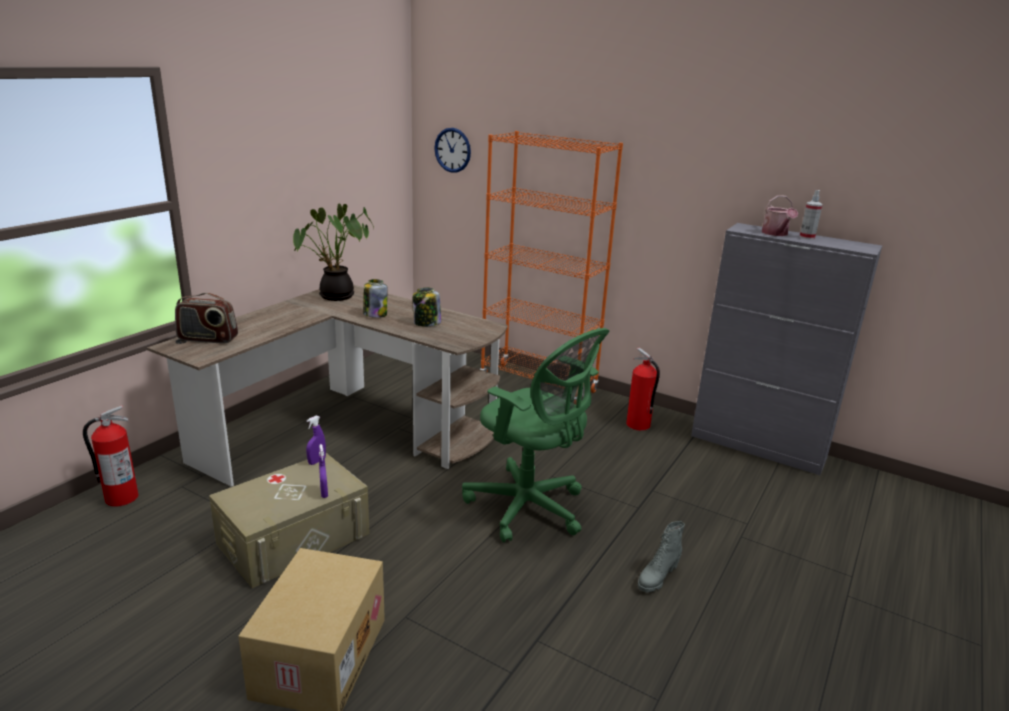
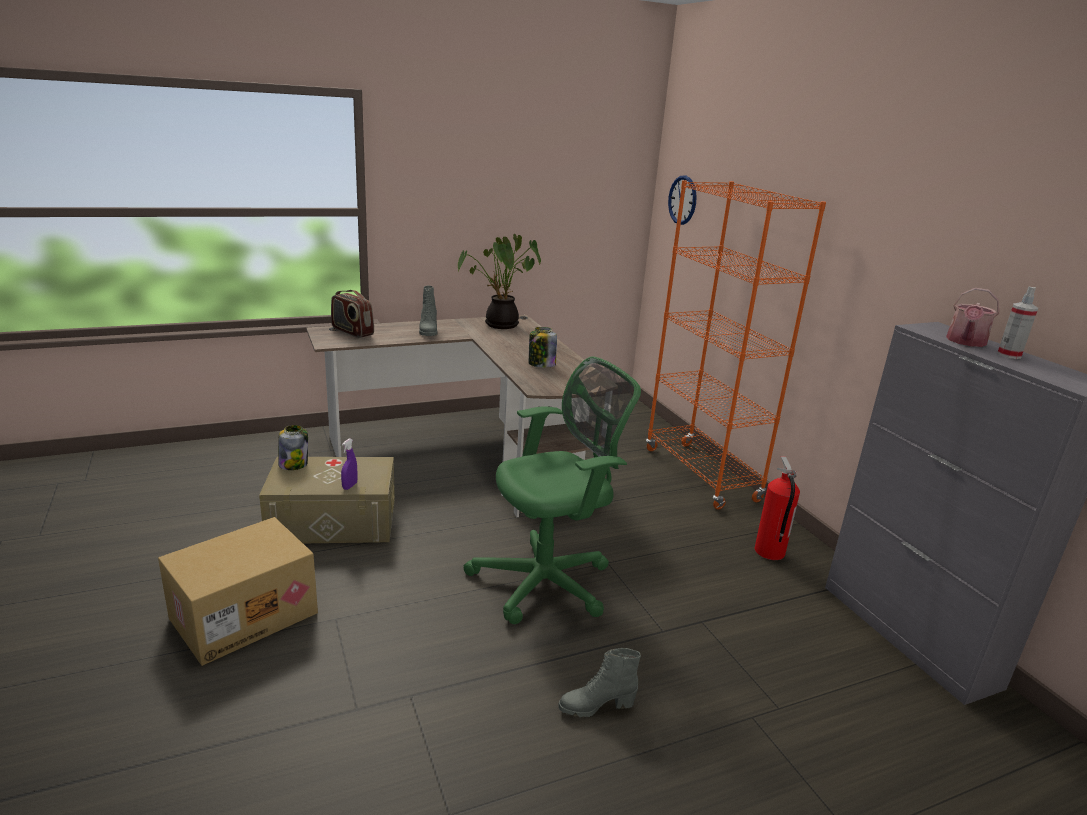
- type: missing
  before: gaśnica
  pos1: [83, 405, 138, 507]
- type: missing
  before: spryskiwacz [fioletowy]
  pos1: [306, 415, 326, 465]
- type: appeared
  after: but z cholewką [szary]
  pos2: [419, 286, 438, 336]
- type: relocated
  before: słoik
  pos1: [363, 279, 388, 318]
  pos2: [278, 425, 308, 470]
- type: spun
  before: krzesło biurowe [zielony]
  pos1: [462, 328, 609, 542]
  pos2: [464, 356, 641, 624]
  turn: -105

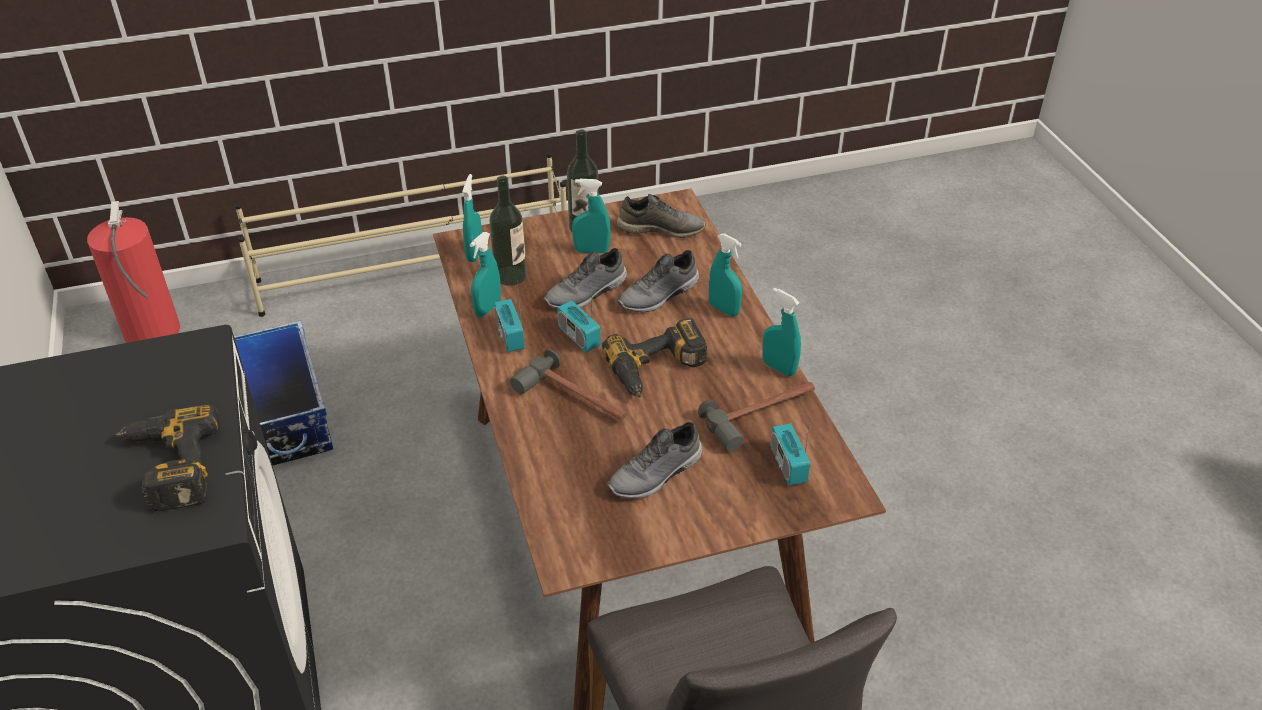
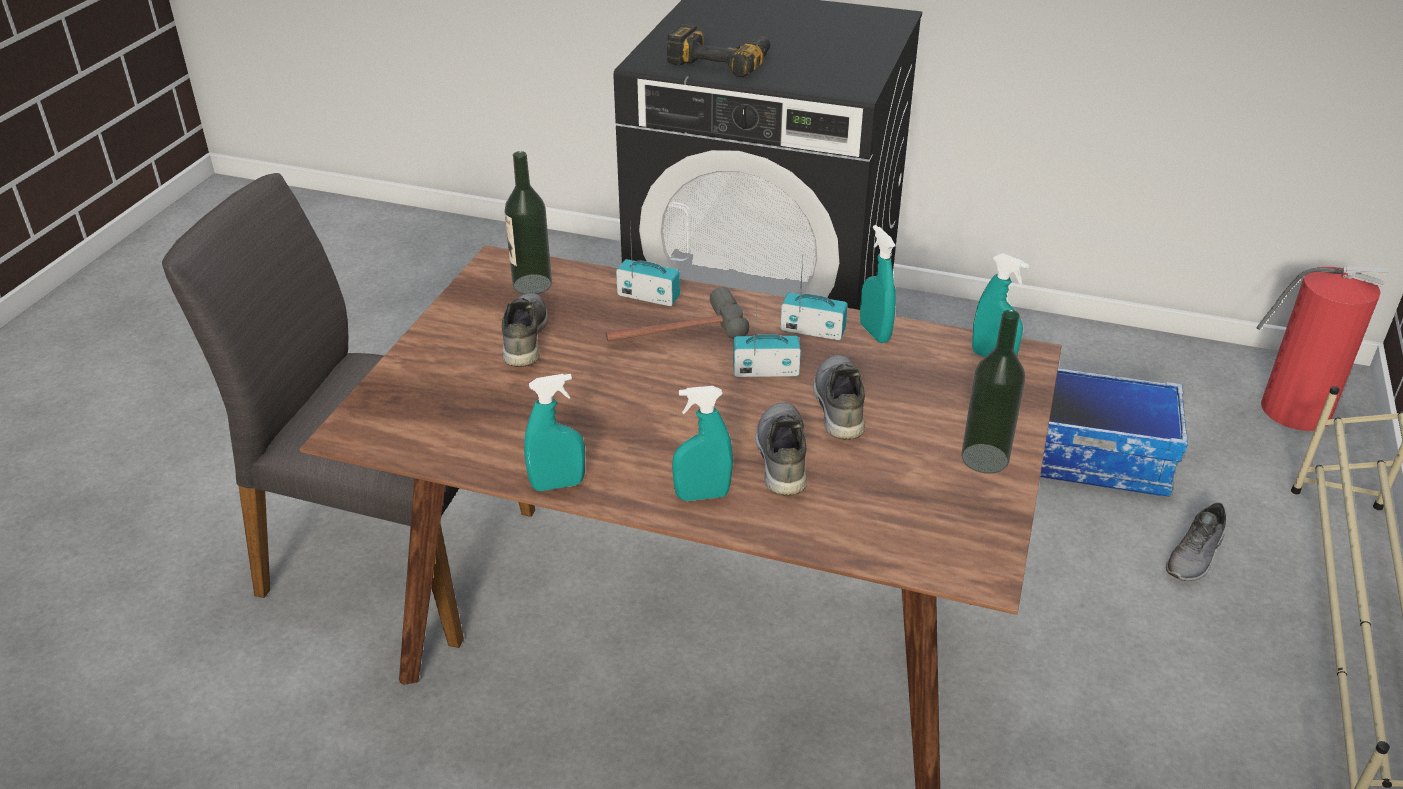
- type: missing
  before: spryskiwacz [turkusowy]
  pos1: [572, 179, 610, 253]
- type: missing
  before: wiertarka
  pos1: [602, 318, 707, 398]
- type: missing
  before: młotek
  pos1: [698, 382, 815, 452]
- type: relocated
  before: butelka
  pos1: [489, 176, 527, 286]
  pos2: [505, 151, 552, 294]
- type: relocated
  before: but [szary]
  pos1: [617, 194, 706, 238]
  pos2: [1166, 503, 1226, 581]
- type: relocated
  before: radio
  pos1: [771, 415, 811, 486]
  pos2: [616, 224, 680, 306]

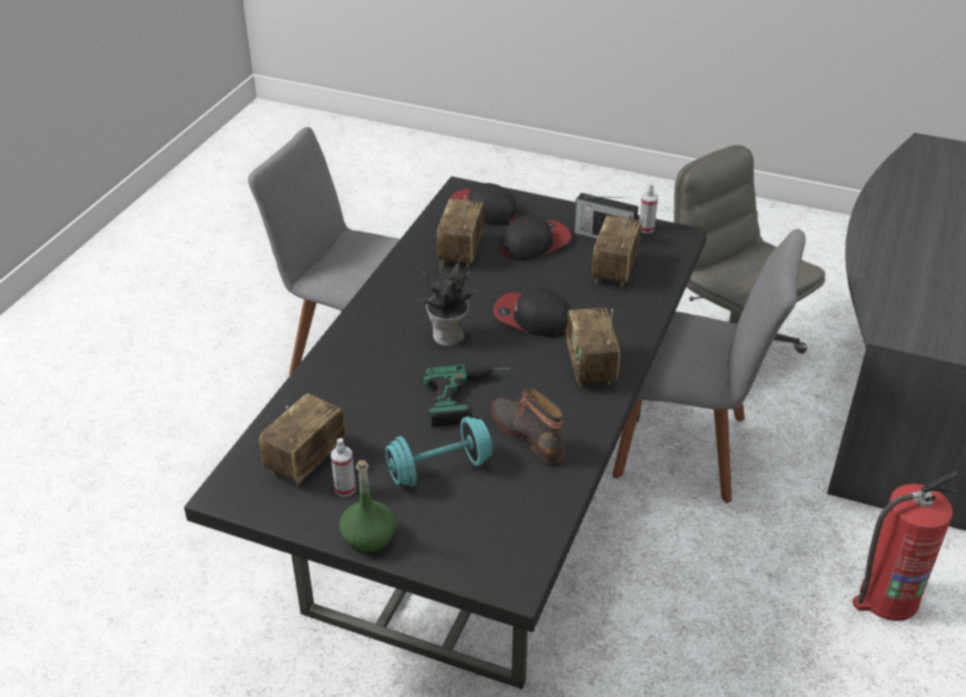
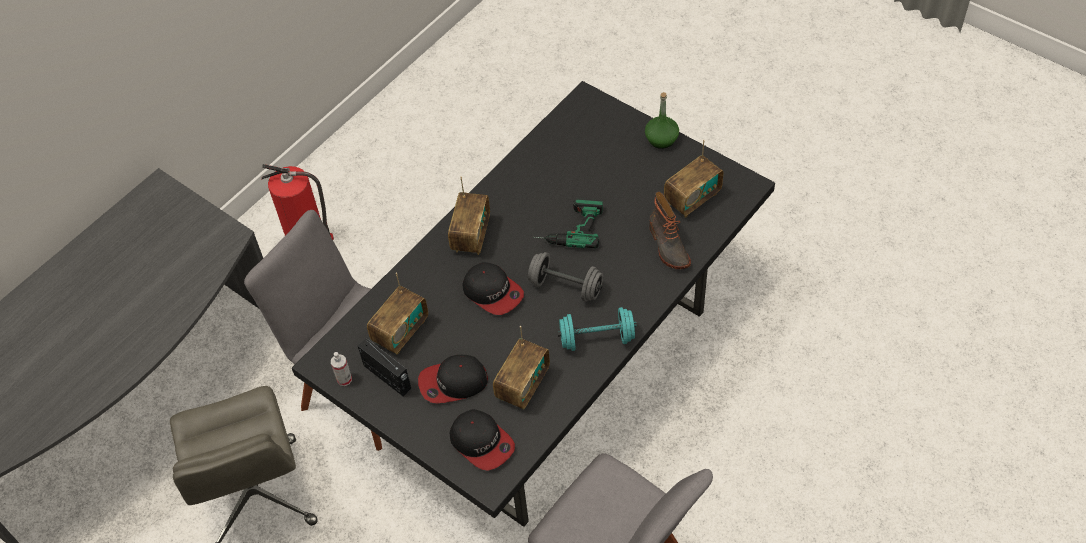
- type: missing
  before: spryskiwacz
  pos1: [331, 438, 356, 497]
- type: relocated
  before: hantel [turkusowy]
  pos1: [385, 417, 492, 487]
  pos2: [557, 307, 637, 351]
- type: relocated
  before: but z cholewką
  pos1: [491, 388, 565, 466]
  pos2: [649, 191, 691, 269]
- type: exchanged
  before: roślina doniczkowa
  after: hantel [szary]
  pos1: [416, 259, 479, 346]
  pos2: [528, 252, 603, 302]

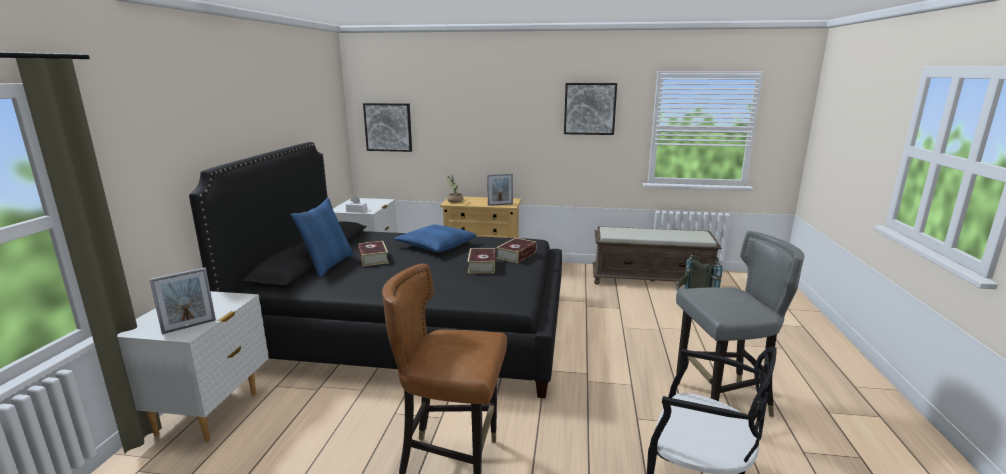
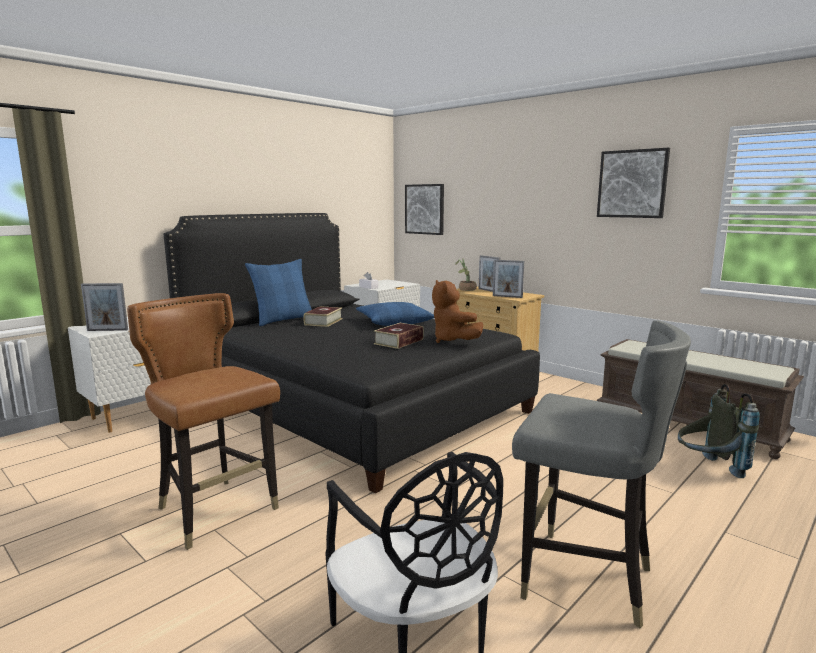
- type: appeared
  after: ramka na zdjęcie
  pos2: [479, 255, 501, 292]
- type: exchanged
  before: książka
  after: pluszak [brązowy]
  pos1: [496, 238, 536, 263]
  pos2: [432, 280, 483, 343]

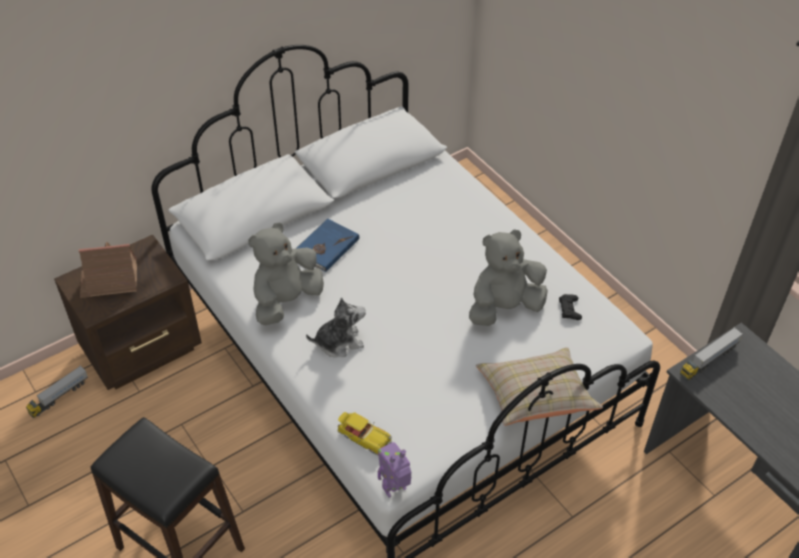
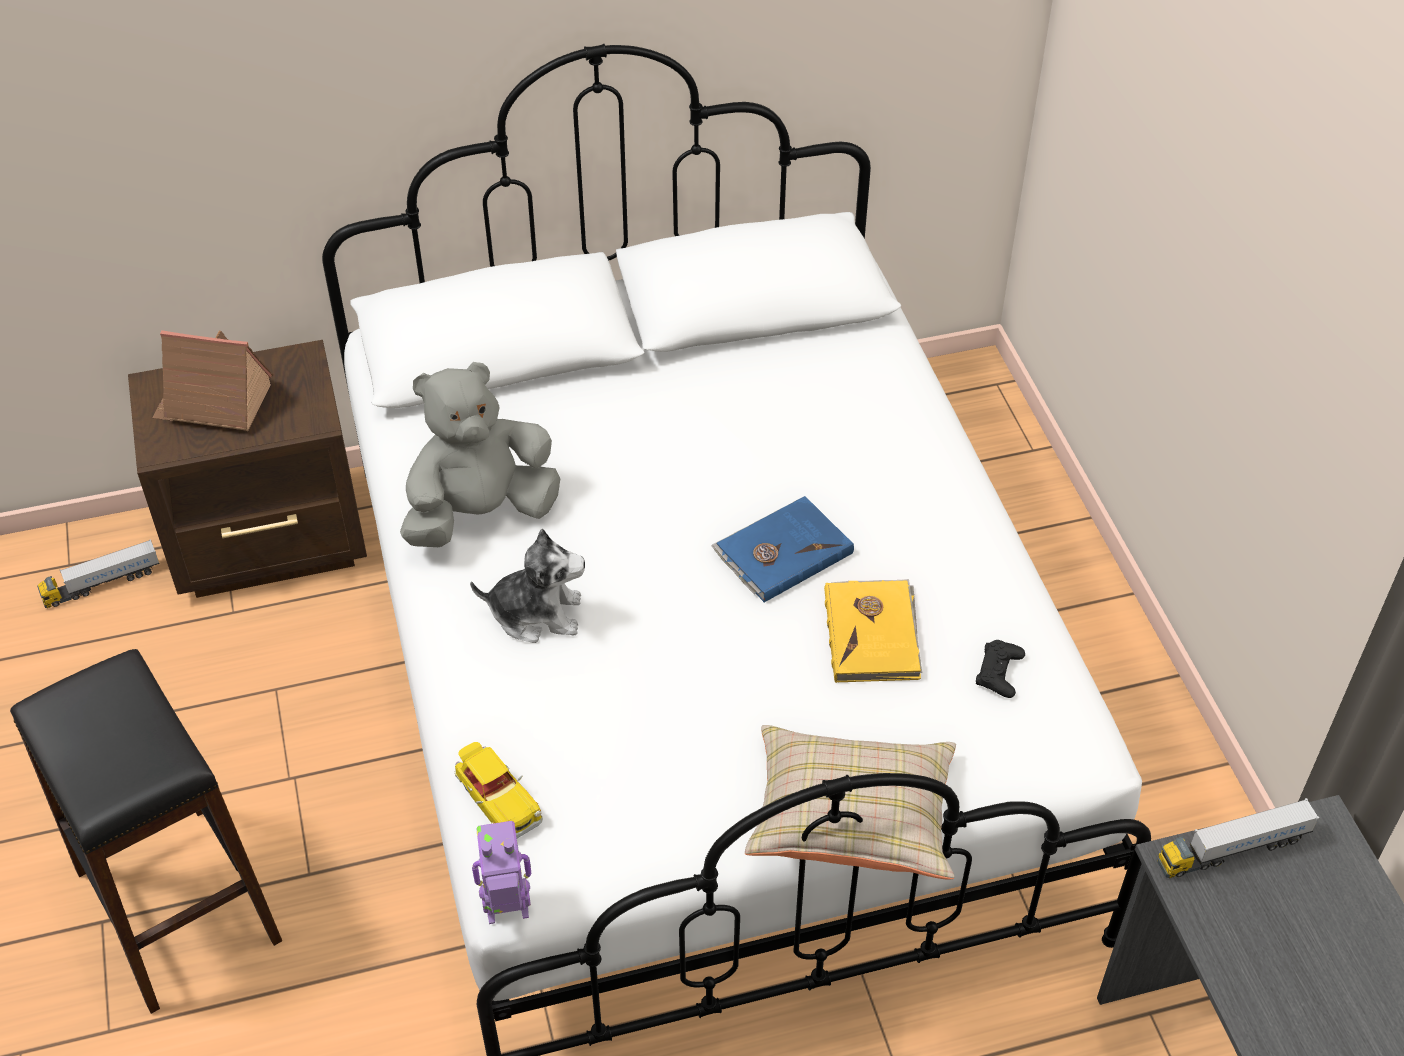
- type: relocated
  before: książka [niebieski]
  pos1: [295, 219, 359, 272]
  pos2: [711, 496, 854, 602]
- type: exchanged
  before: pluszak [szary]
  after: książka [żółty]
  pos1: [469, 230, 548, 326]
  pos2: [824, 579, 922, 683]

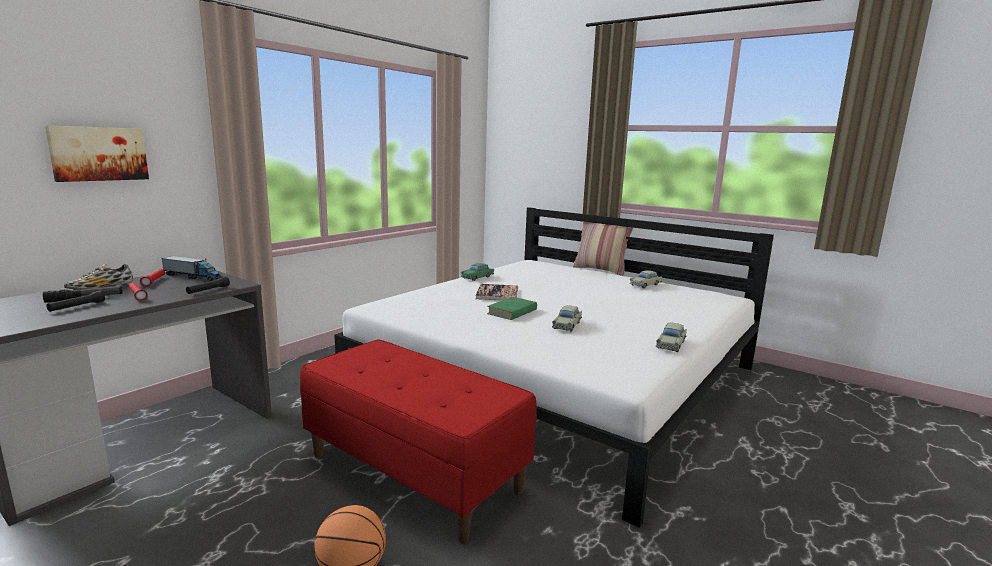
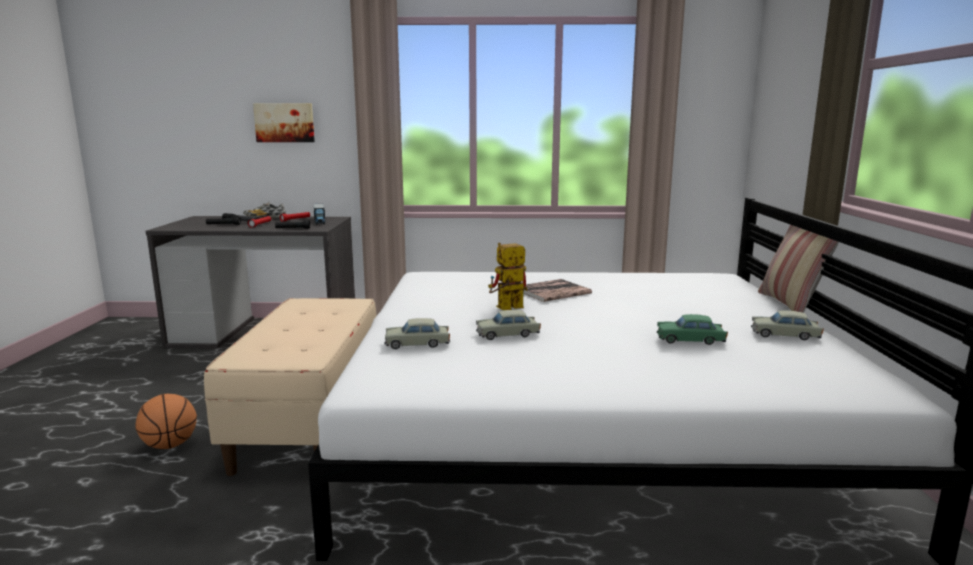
- type: relocated
  before: samochodzik [zielony]
  pos1: [461, 263, 494, 281]
  pos2: [657, 314, 728, 345]
- type: relocated
  before: samochodzik [beżowy]
  pos1: [656, 322, 687, 352]
  pos2: [384, 318, 450, 349]
- type: exchanged
  before: książka [zielony]
  after: robot zabawkowy
  pos1: [487, 297, 537, 320]
  pos2: [488, 242, 527, 310]
- type: colour
  before: ławka [czerwony]
  after: ławka [beżowy]
  pos1: [300, 339, 537, 544]
  pos2: [204, 298, 376, 476]

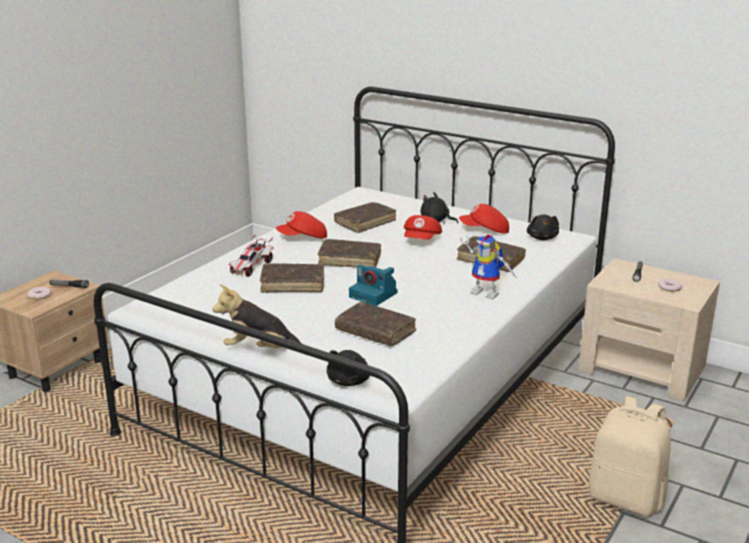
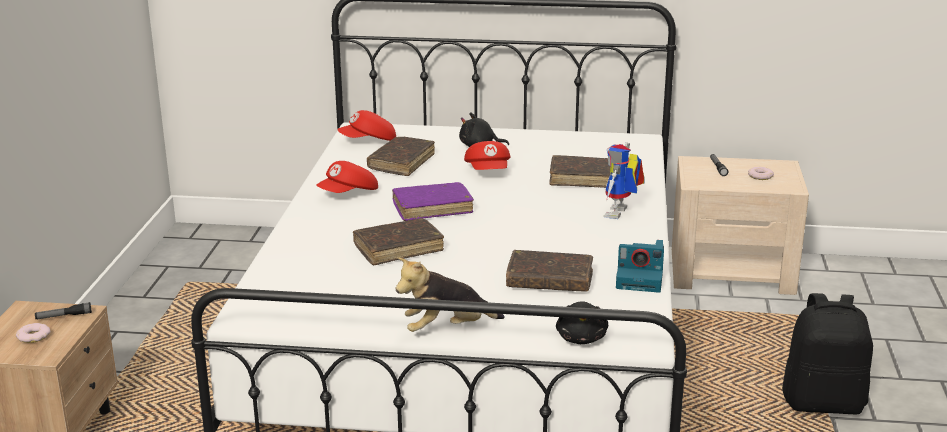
- type: missing
  before: samochodzik
  pos1: [228, 234, 273, 277]
- type: missing
  before: pluszak [czarny]
  pos1: [527, 214, 559, 240]
- type: relocated
  before: aparat fotograficzny
  pos1: [349, 265, 398, 306]
  pos2: [616, 240, 664, 293]
- type: relocated
  before: czapka z daszkiem [czerwony]
  pos1: [459, 204, 509, 234]
  pos2: [337, 110, 396, 141]
- type: colour
  before: książka [brązowy]
  after: książka [fioletowy]
  pos1: [318, 239, 381, 267]
  pos2: [392, 182, 474, 221]
- type: colour
  before: plecak [beżowy]
  after: plecak [czarny]
  pos1: [589, 396, 671, 516]
  pos2: [782, 293, 873, 415]
- type: spun
  before: robot zabawkowy
  pos1: [460, 235, 517, 300]
  pos2: [604, 142, 645, 219]
  turn: 105

